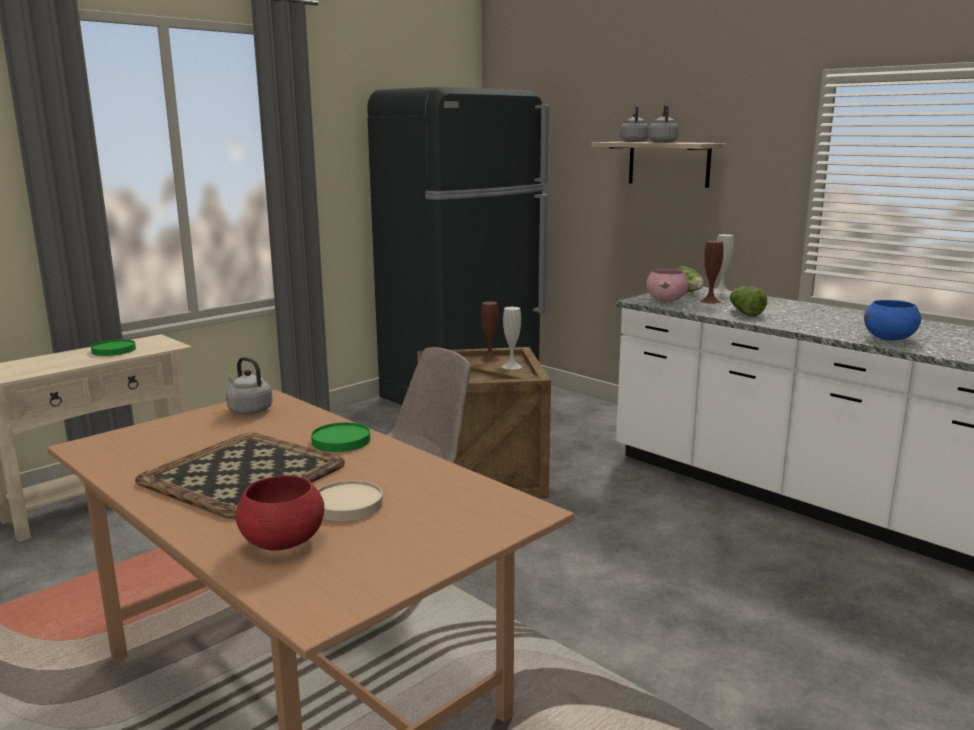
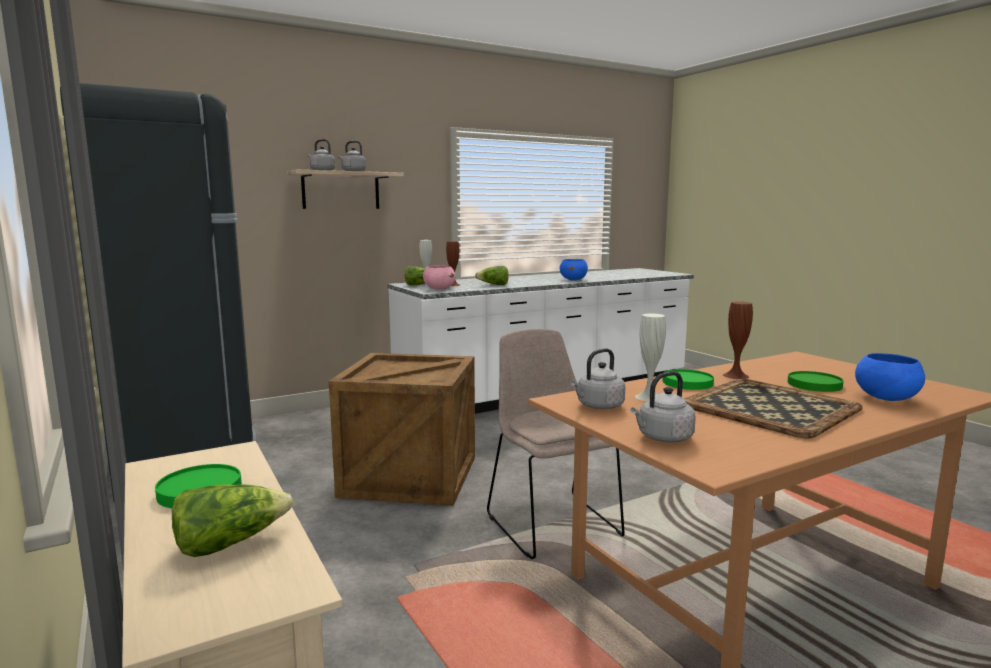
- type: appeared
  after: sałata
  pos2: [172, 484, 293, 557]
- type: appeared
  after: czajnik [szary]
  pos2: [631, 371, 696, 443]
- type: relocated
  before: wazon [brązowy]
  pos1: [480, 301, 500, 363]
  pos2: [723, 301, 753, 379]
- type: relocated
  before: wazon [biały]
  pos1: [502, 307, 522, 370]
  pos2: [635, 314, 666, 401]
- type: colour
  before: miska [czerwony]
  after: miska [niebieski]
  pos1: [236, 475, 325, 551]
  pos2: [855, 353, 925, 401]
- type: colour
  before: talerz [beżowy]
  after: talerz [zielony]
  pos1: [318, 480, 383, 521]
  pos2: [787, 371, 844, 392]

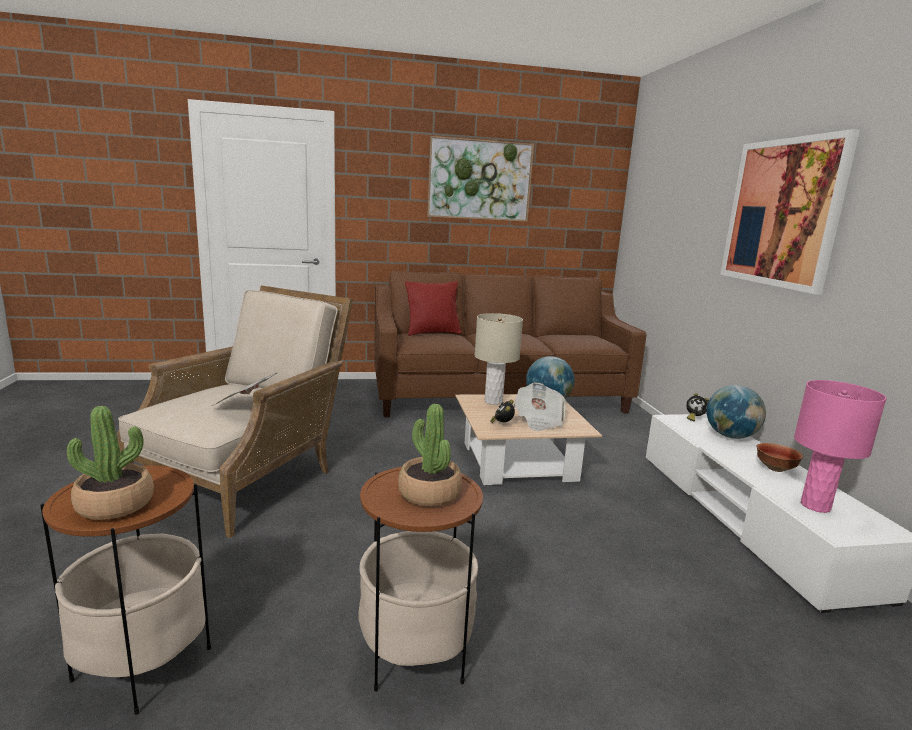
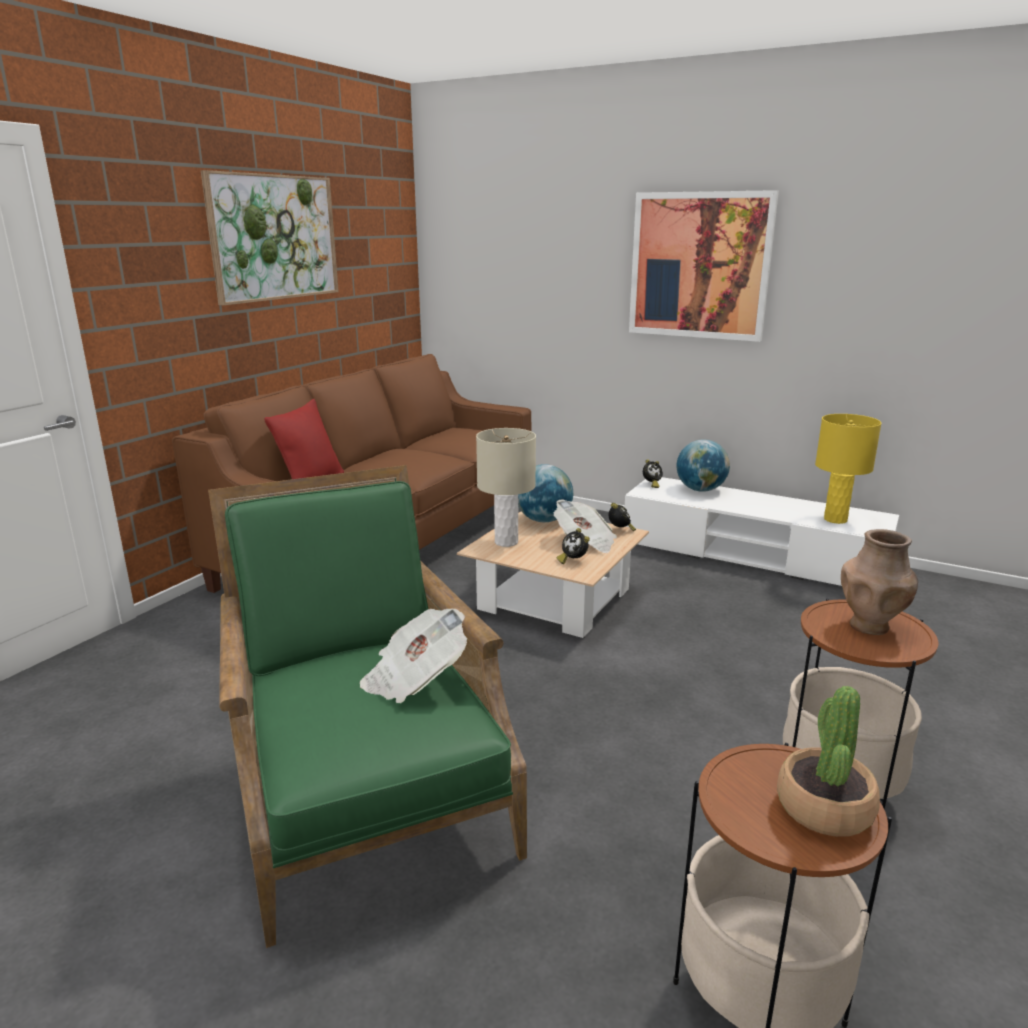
- type: missing
  before: miska
  pos1: [757, 443, 803, 472]
- type: appeared
  after: budzik
  pos2: [608, 503, 636, 531]
- type: exchanged
  before: roślina doniczkowa
  after: wazon [brązowy]
  pos1: [398, 404, 462, 507]
  pos2: [841, 529, 918, 635]
- type: colour
  before: fotel [beżowy]
  after: fotel [zielony]
  pos1: [117, 285, 353, 538]
  pos2: [208, 465, 527, 948]
- type: colour
  before: lampa stołowa [różowy]
  after: lampa stołowa [żółty]
  pos1: [794, 380, 886, 513]
  pos2: [815, 414, 882, 524]

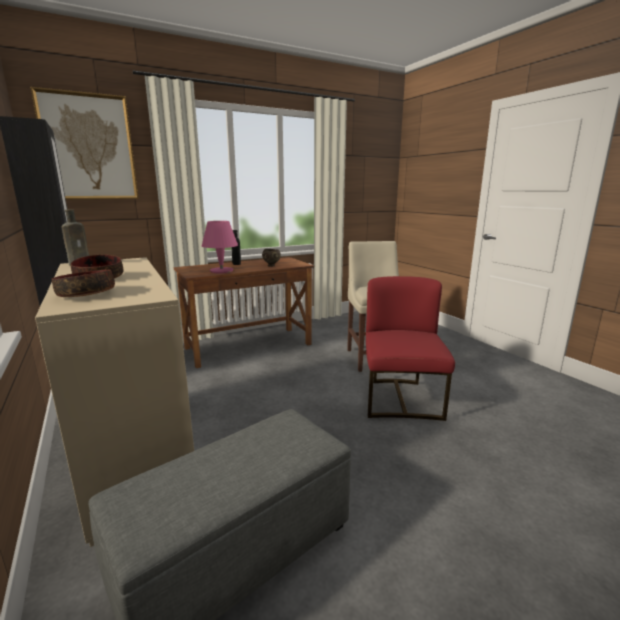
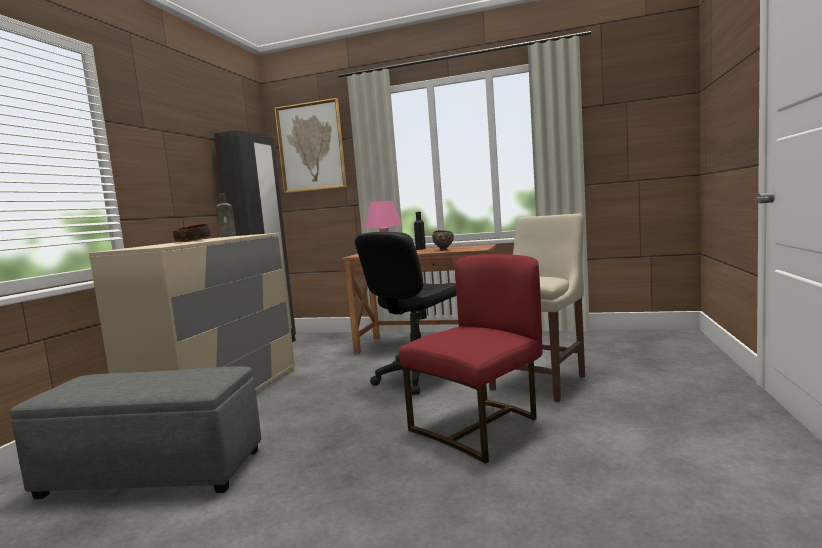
- type: missing
  before: miska
  pos1: [52, 269, 115, 297]
- type: appeared
  after: krzesło biurowe [czarny]
  pos2: [355, 232, 457, 395]

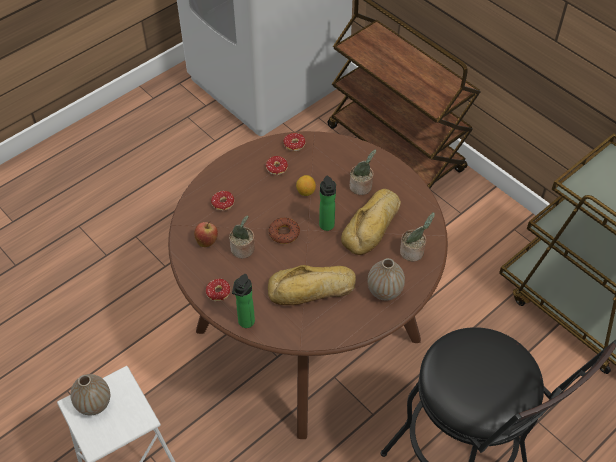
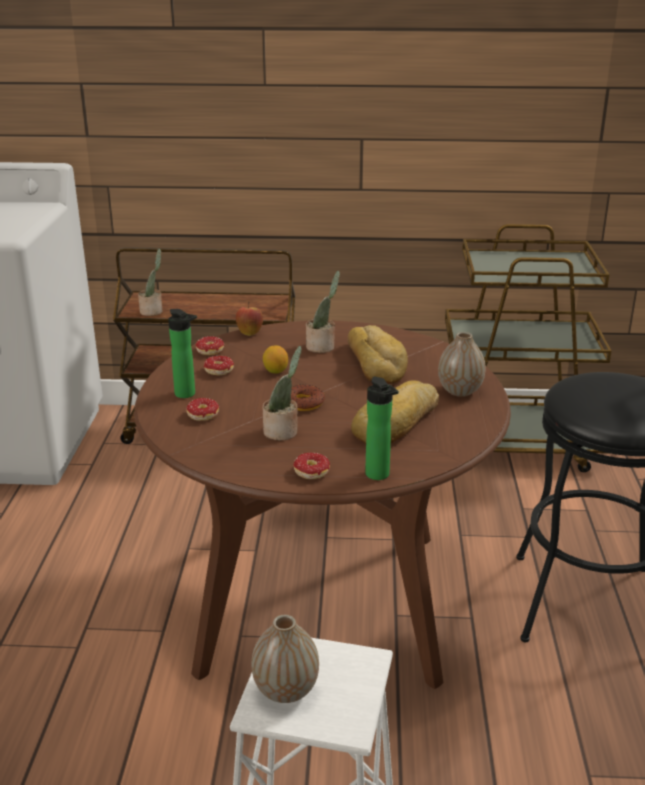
- type: relocated
  before: jabłko
  pos1: [194, 221, 218, 247]
  pos2: [236, 301, 263, 336]
- type: relocated
  before: butelka
  pos1: [319, 176, 336, 231]
  pos2: [168, 309, 197, 398]
- type: relocated
  before: roślina doniczkowa
  pos1: [400, 212, 435, 261]
  pos2: [138, 249, 163, 316]

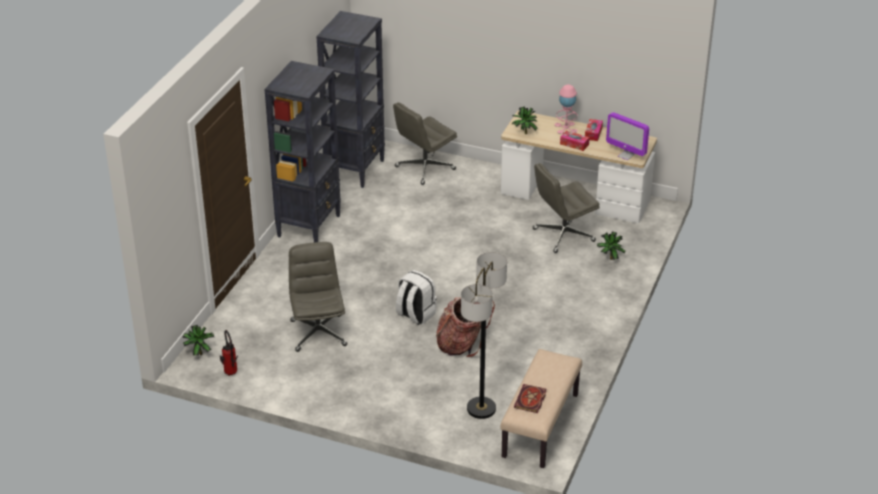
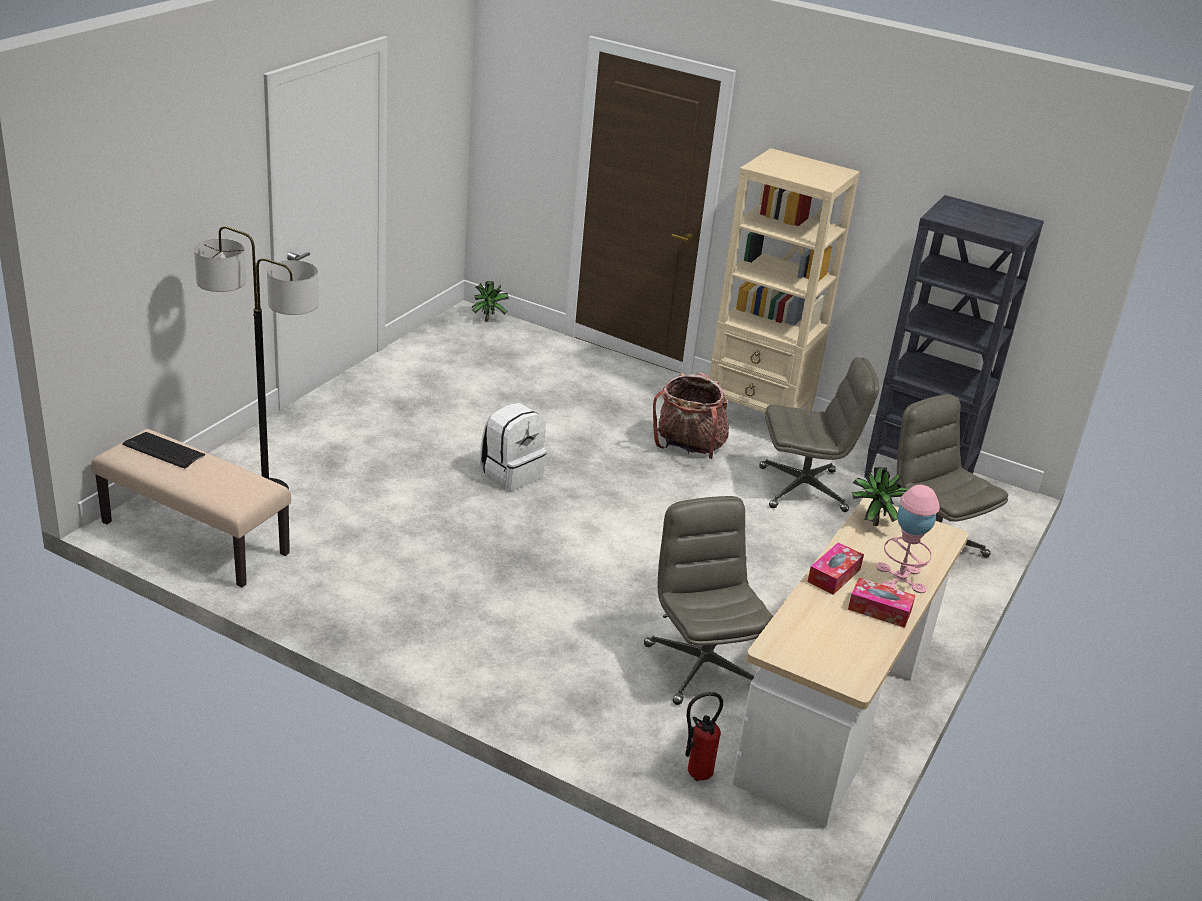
- type: missing
  before: roślina doniczkowa
  pos1: [597, 232, 625, 260]
- type: missing
  before: monitor
  pos1: [606, 112, 649, 160]
- type: relocated
  before: gaśnica
  pos1: [220, 330, 238, 376]
  pos2: [685, 692, 723, 781]
- type: relocated
  before: krzesło biurowe [szary]
  pos1: [289, 242, 347, 352]
  pos2: [759, 357, 879, 512]
- type: relocated
  before: plecak
  pos1: [436, 297, 495, 357]
  pos2: [653, 372, 729, 459]
- type: exchanged
  before: książka
  after: klawiatura
  pos1: [514, 384, 546, 413]
  pos2: [123, 432, 205, 469]
- type: colour
  before: regał [czarny]
  after: regał [beżowy]
  pos1: [264, 61, 341, 242]
  pos2: [709, 148, 860, 413]

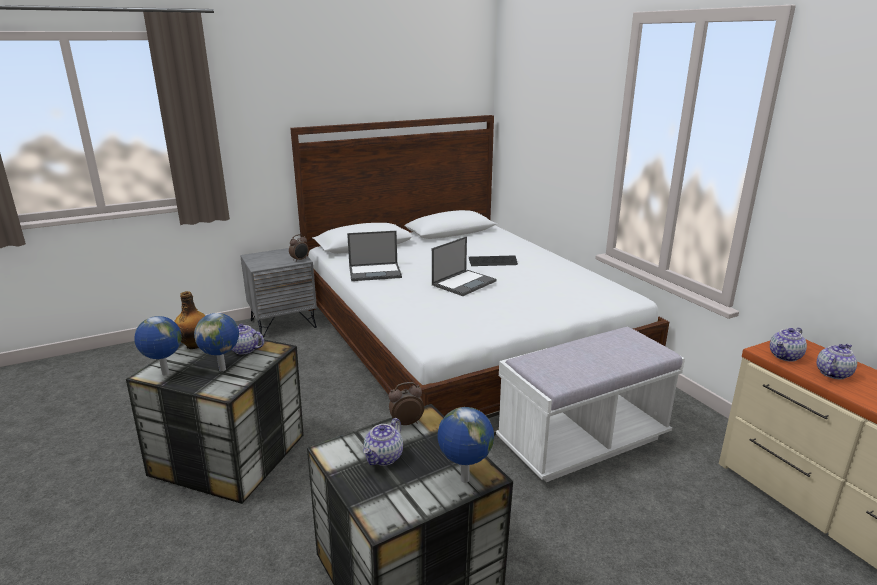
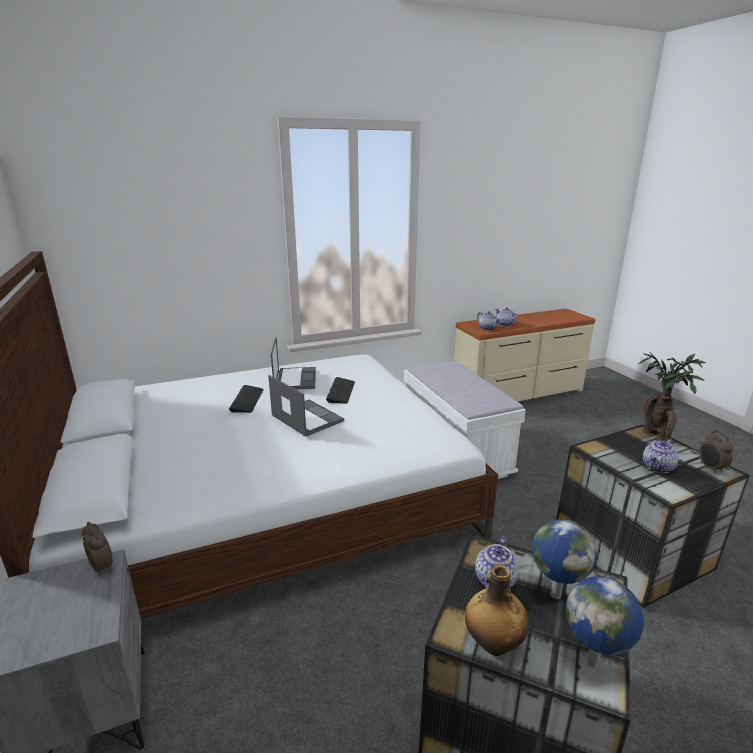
- type: appeared
  after: klawiatura
  pos2: [326, 377, 355, 404]
- type: relocated
  before: laptop
  pos1: [347, 231, 402, 281]
  pos2: [271, 337, 316, 389]
- type: relocated
  before: budzik
  pos1: [389, 382, 424, 425]
  pos2: [699, 431, 734, 474]
- type: exchanged
  before: globus
  after: roślina doniczkowa
  pos1: [437, 407, 494, 483]
  pos2: [639, 352, 706, 442]
- type: spun
  before: imbryk
  pos1: [363, 418, 403, 466]
  pos2: [643, 439, 679, 473]
  turn: 105

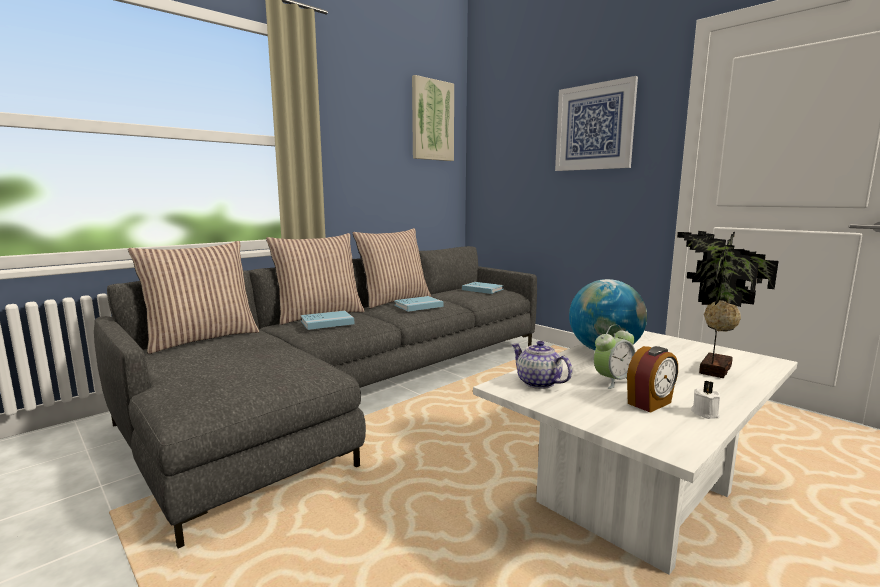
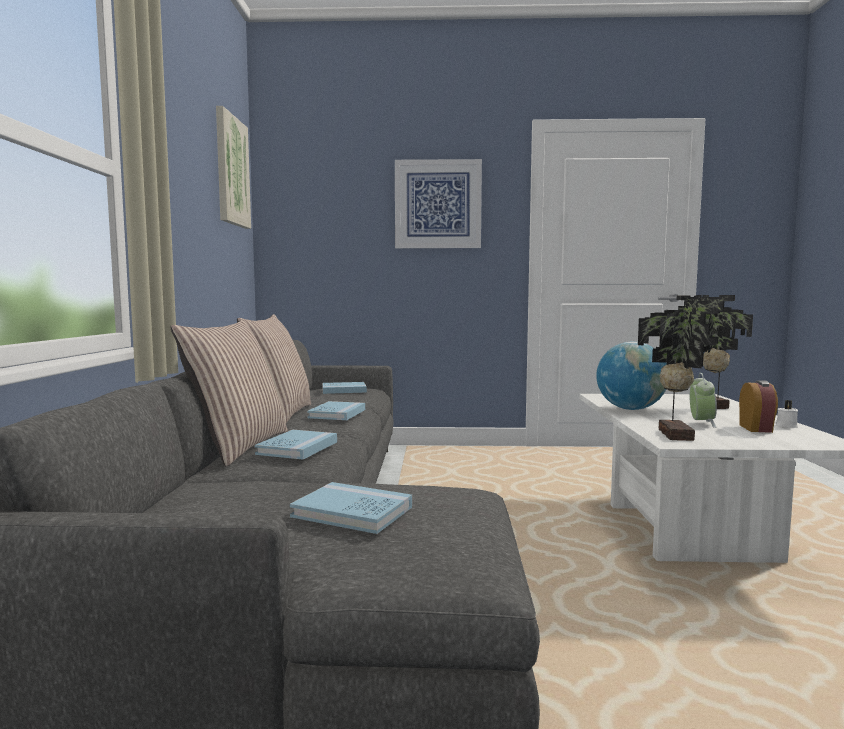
- type: missing
  before: poduszka
  pos1: [128, 241, 259, 354]
- type: appeared
  after: książka [niebieski]
  pos2: [290, 482, 412, 534]
- type: exchanged
  before: imbryk
  after: roślina doniczkowa
  pos1: [511, 341, 572, 389]
  pos2: [638, 295, 735, 441]

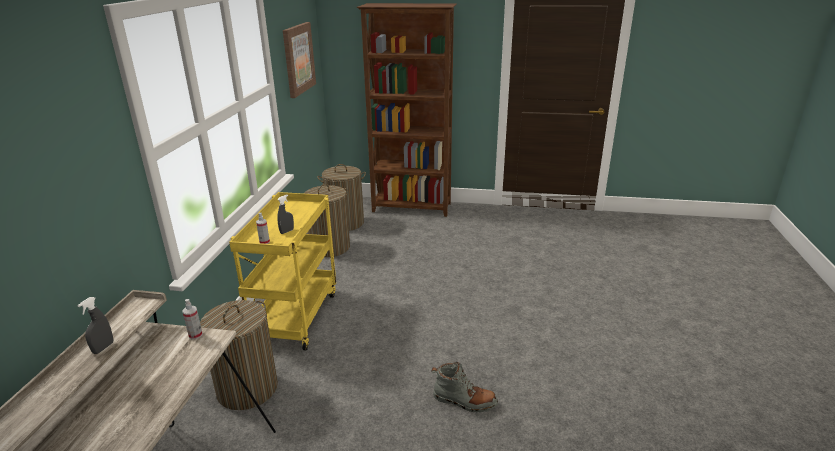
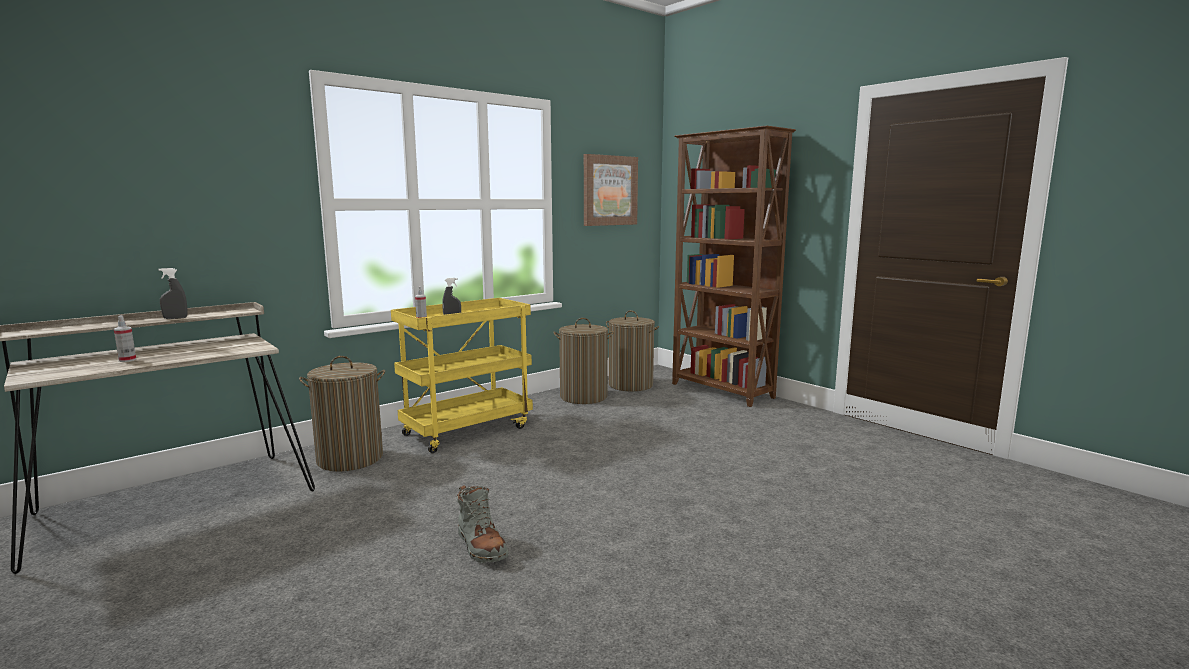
- type: relocated
  before: spryskiwacz
  pos1: [182, 299, 203, 339]
  pos2: [114, 316, 136, 362]

